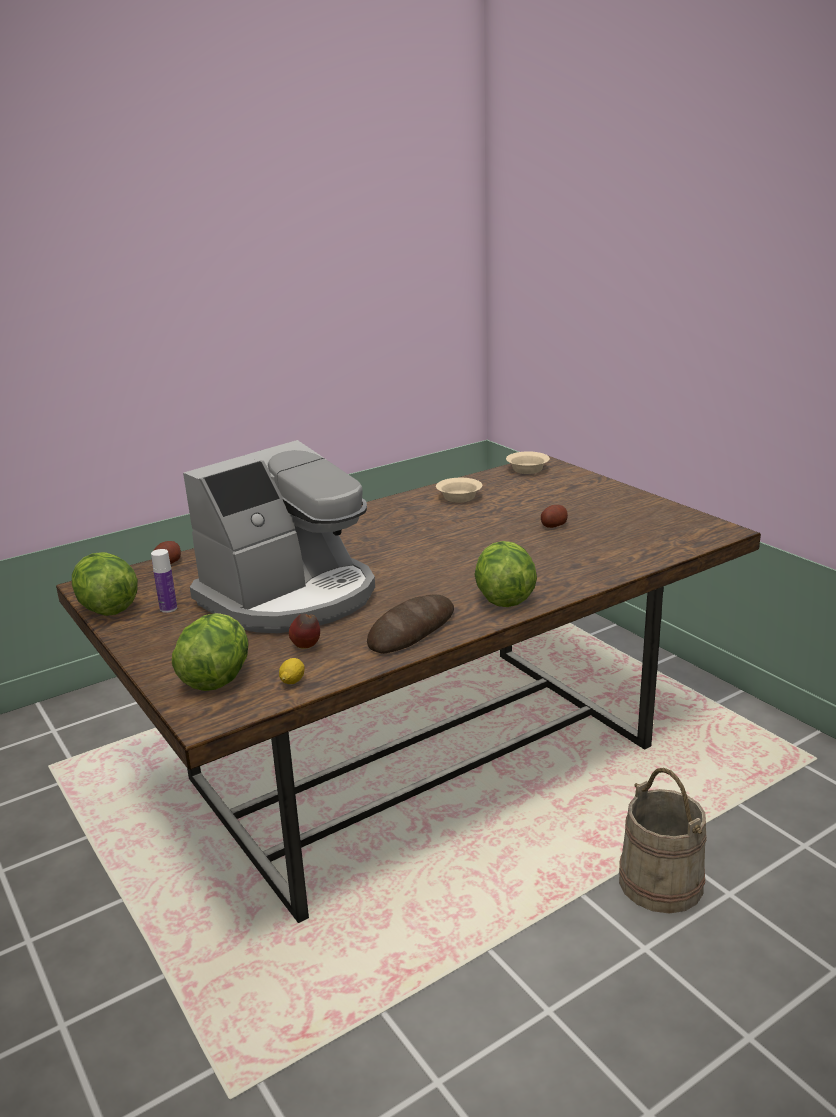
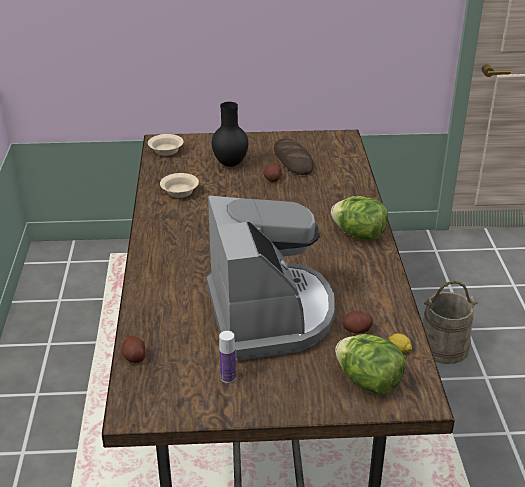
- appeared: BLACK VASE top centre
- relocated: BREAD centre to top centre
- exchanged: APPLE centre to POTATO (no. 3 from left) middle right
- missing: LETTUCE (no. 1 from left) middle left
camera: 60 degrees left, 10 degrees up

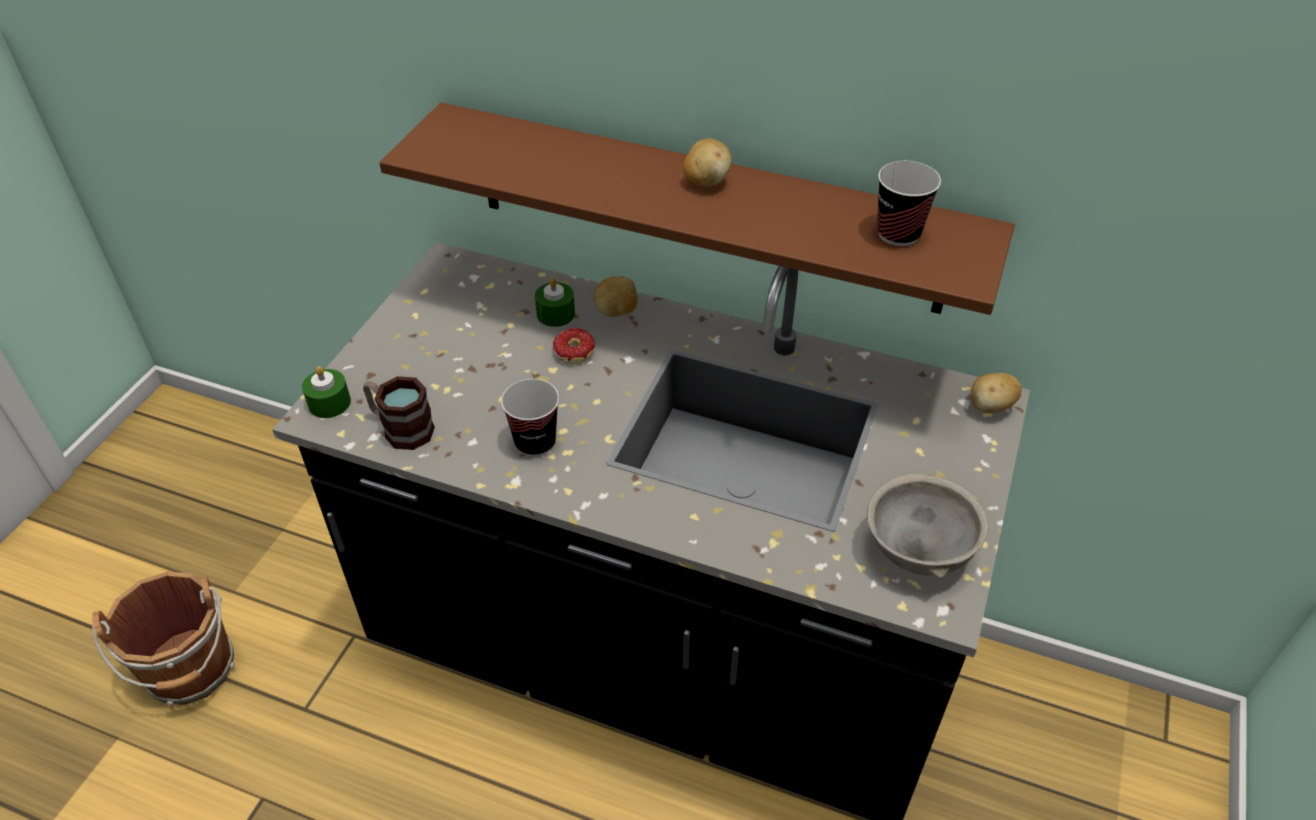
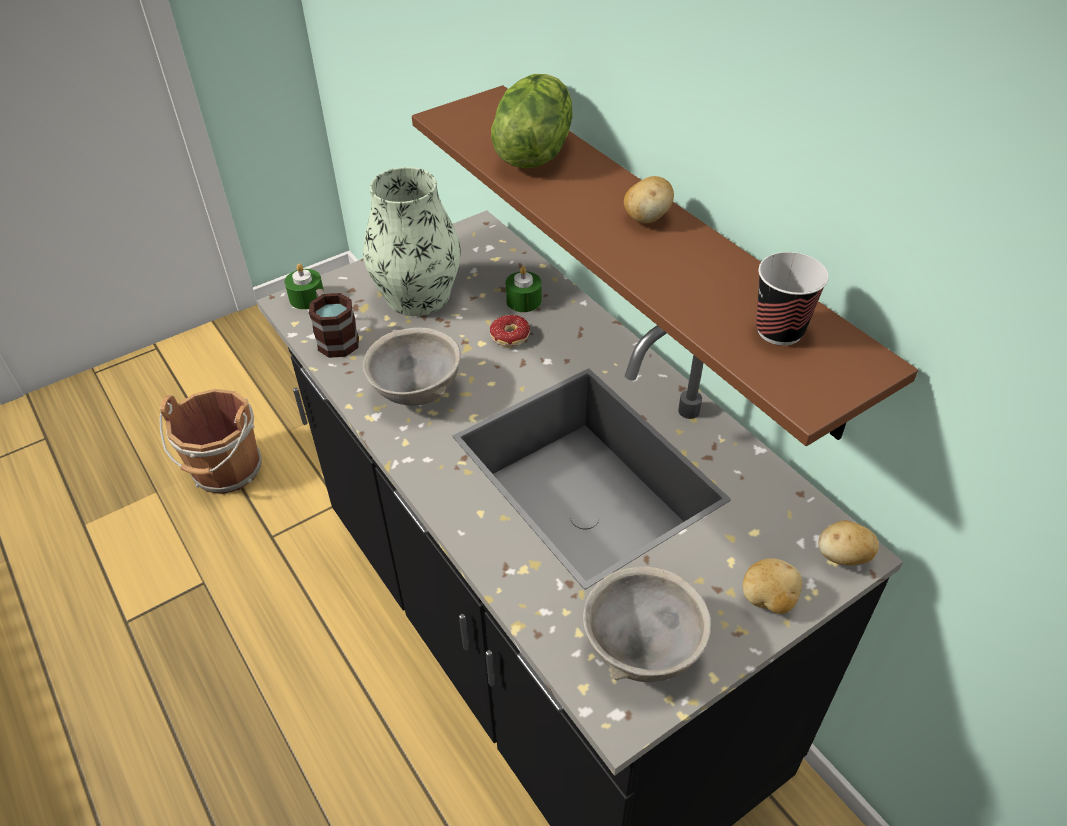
- exchanged: CUP (no. 1 from left) centre to GREY BOWL (no. 1 from left) centre
- appeared: VASE top centre
- appeared: LETTUCE top centre
- relocated: POTATO (no. 1 from left in the first image) centre to POTATO (no. 2 from left) bottom right
camera: 35 degrees right, 0 degrees up

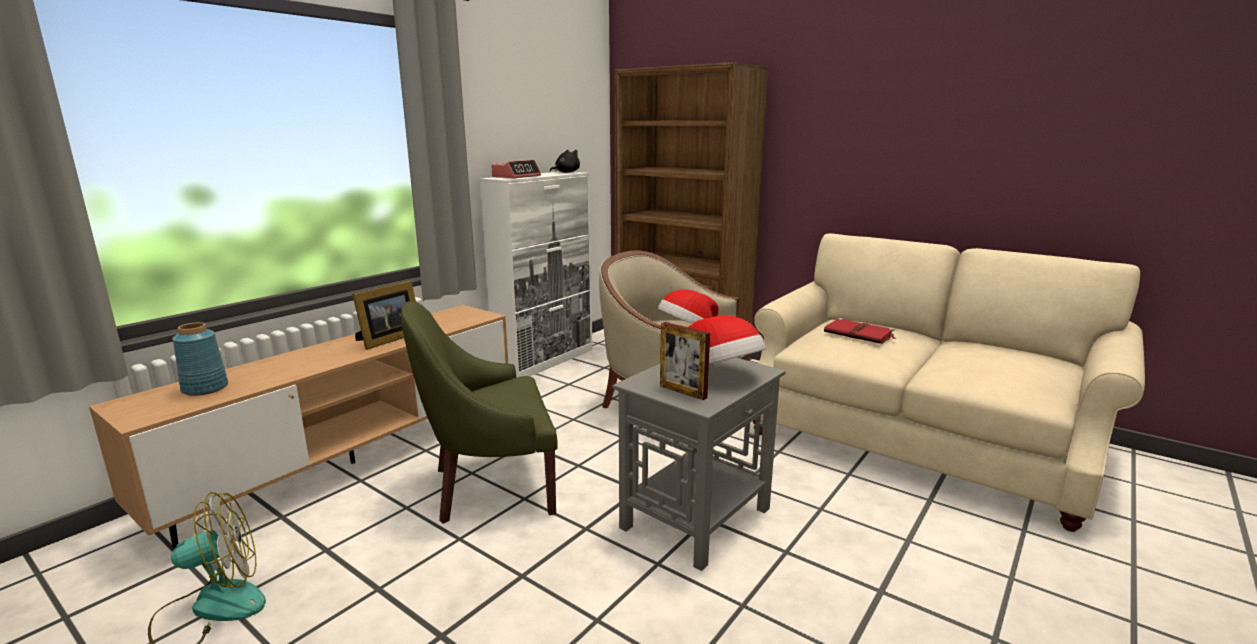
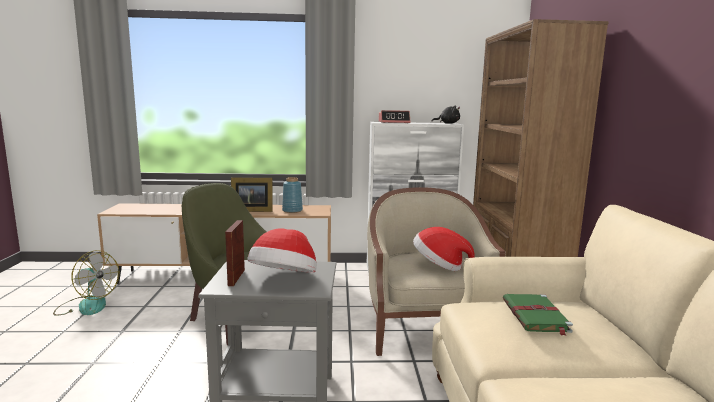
- relocated: BLUE VASE middle left to centre
- colour: RED BOOK middle right to GREEN BOOK bottom right
camera: 50 degrees right, 5 degrees down

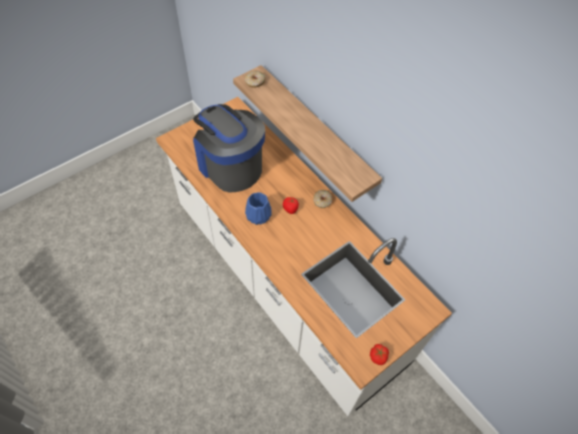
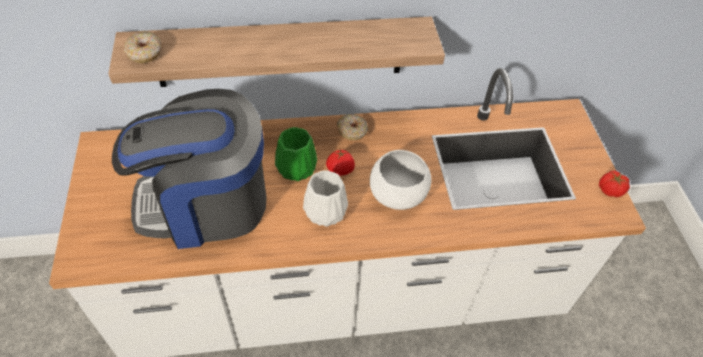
- appeared: GREEN VASE centre
- colour: BLUE VASE centre to WHITE VASE centre
- appeared: WHITE BOWL centre
camera: 60 degrees left, 5 degrees down

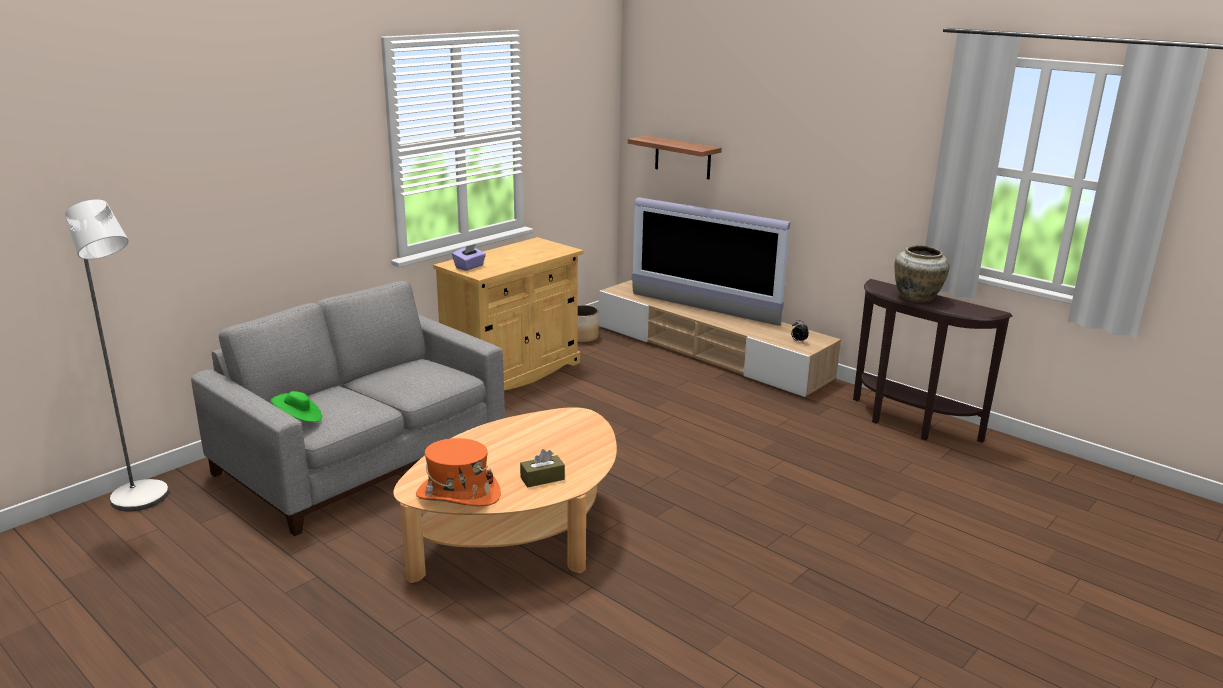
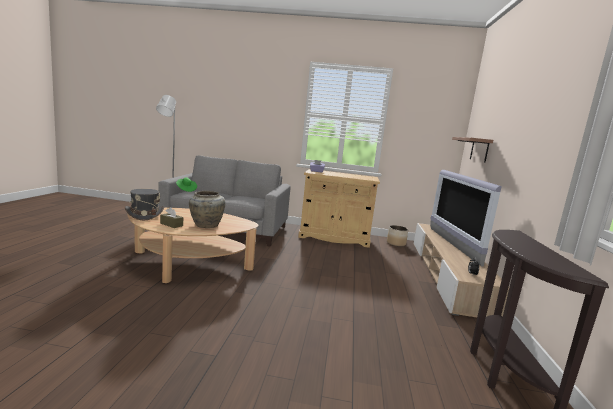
- colour: ORANGE HAT bottom centre to GREY HAT middle left
- relocated: BEIGE VASE middle right to centre
camera: 55 degrees right, 10 degrees down

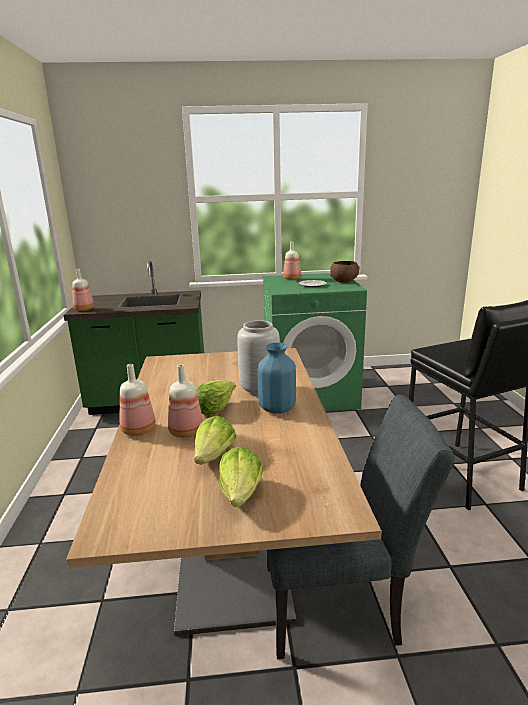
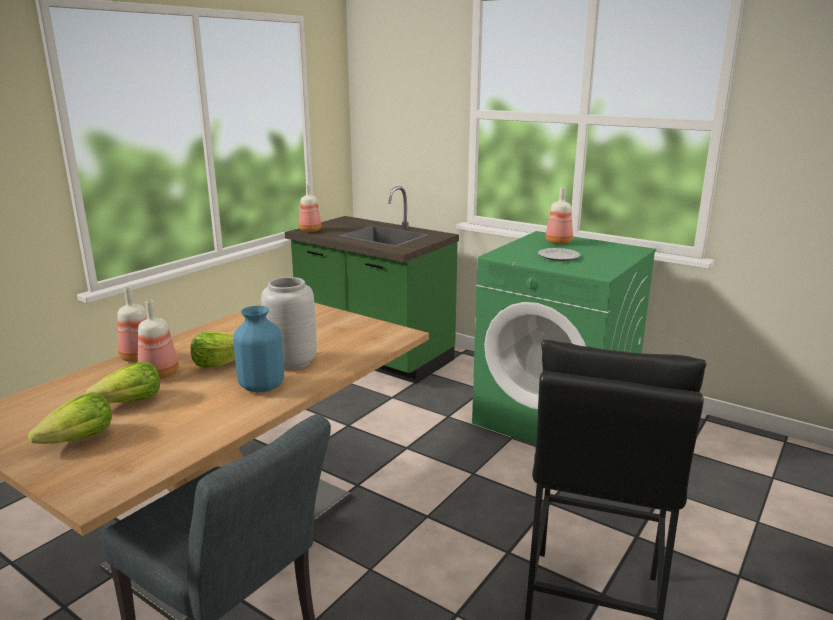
- missing: BROWN BOWL centre
camera: 40 degrees right, 0 degrees up

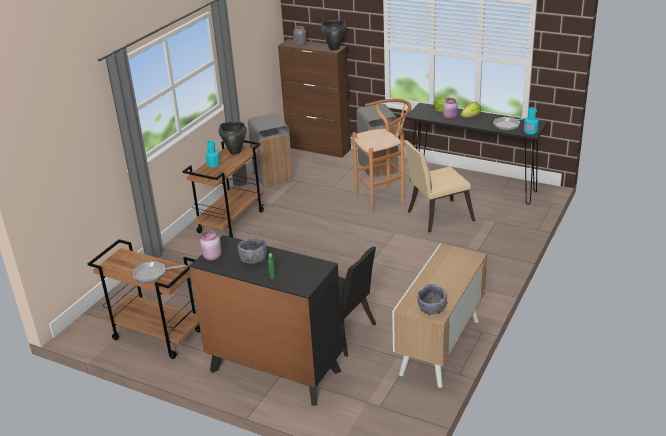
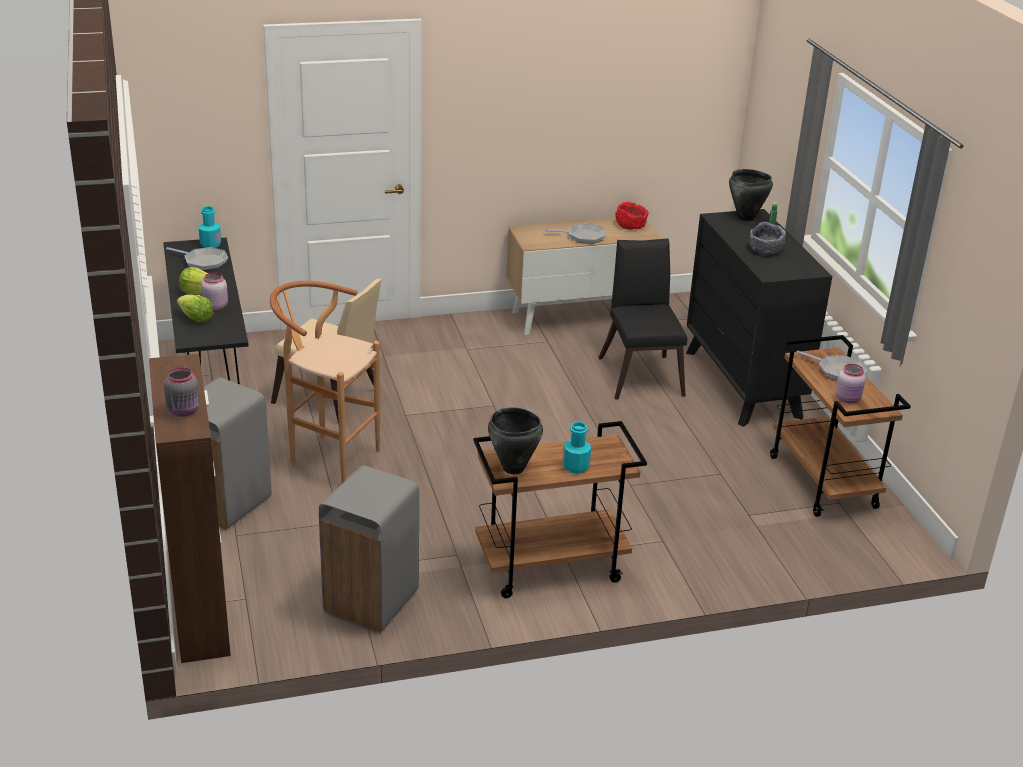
- appeared: FRYING PAN (no. 2 from left) top centre
- colour: GREY BOWL (no. 2 from left) bottom centre to RED BOWL top centre
- relocated: BLACK COOKING POT (no. 2 from left) top centre to top right
- relocated: PINK JAR (no. 1 from left in the first image) middle left to PINK JAR (no. 2 from left) middle right
camera: 135 degrees left, 0 degrees up

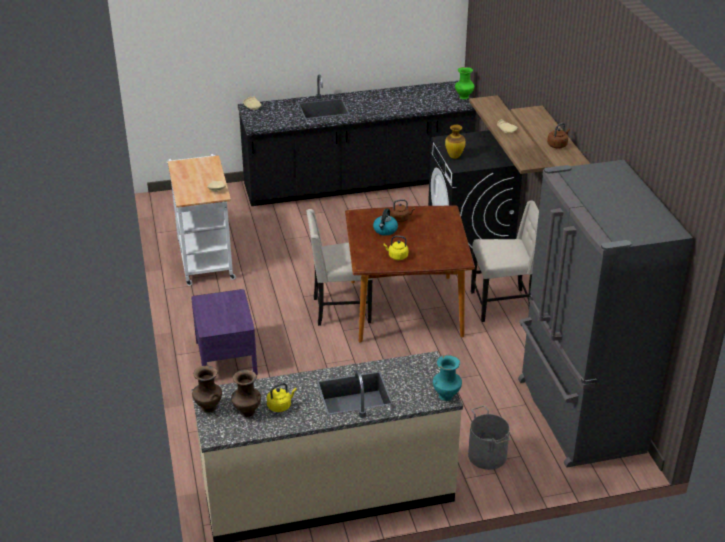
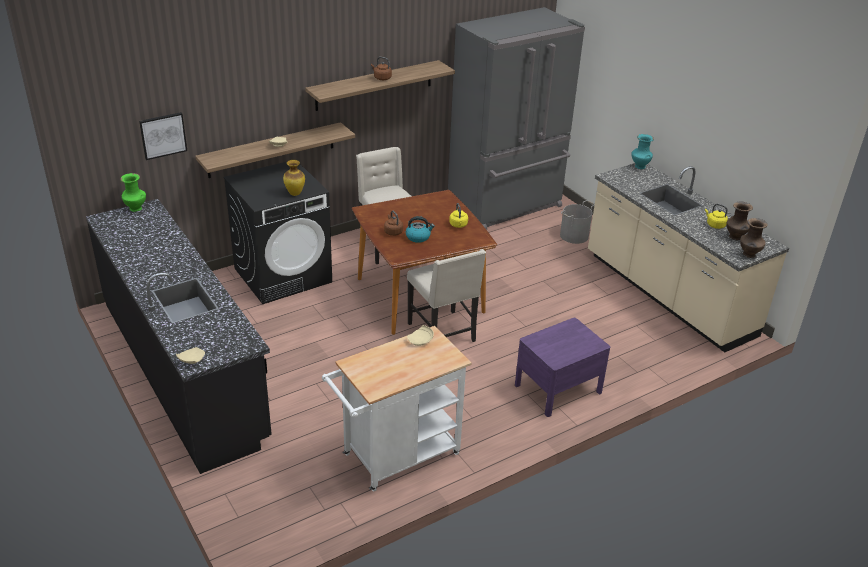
- appeared: PICTURE top left
camera: 110 degrees left, 0 degrees up

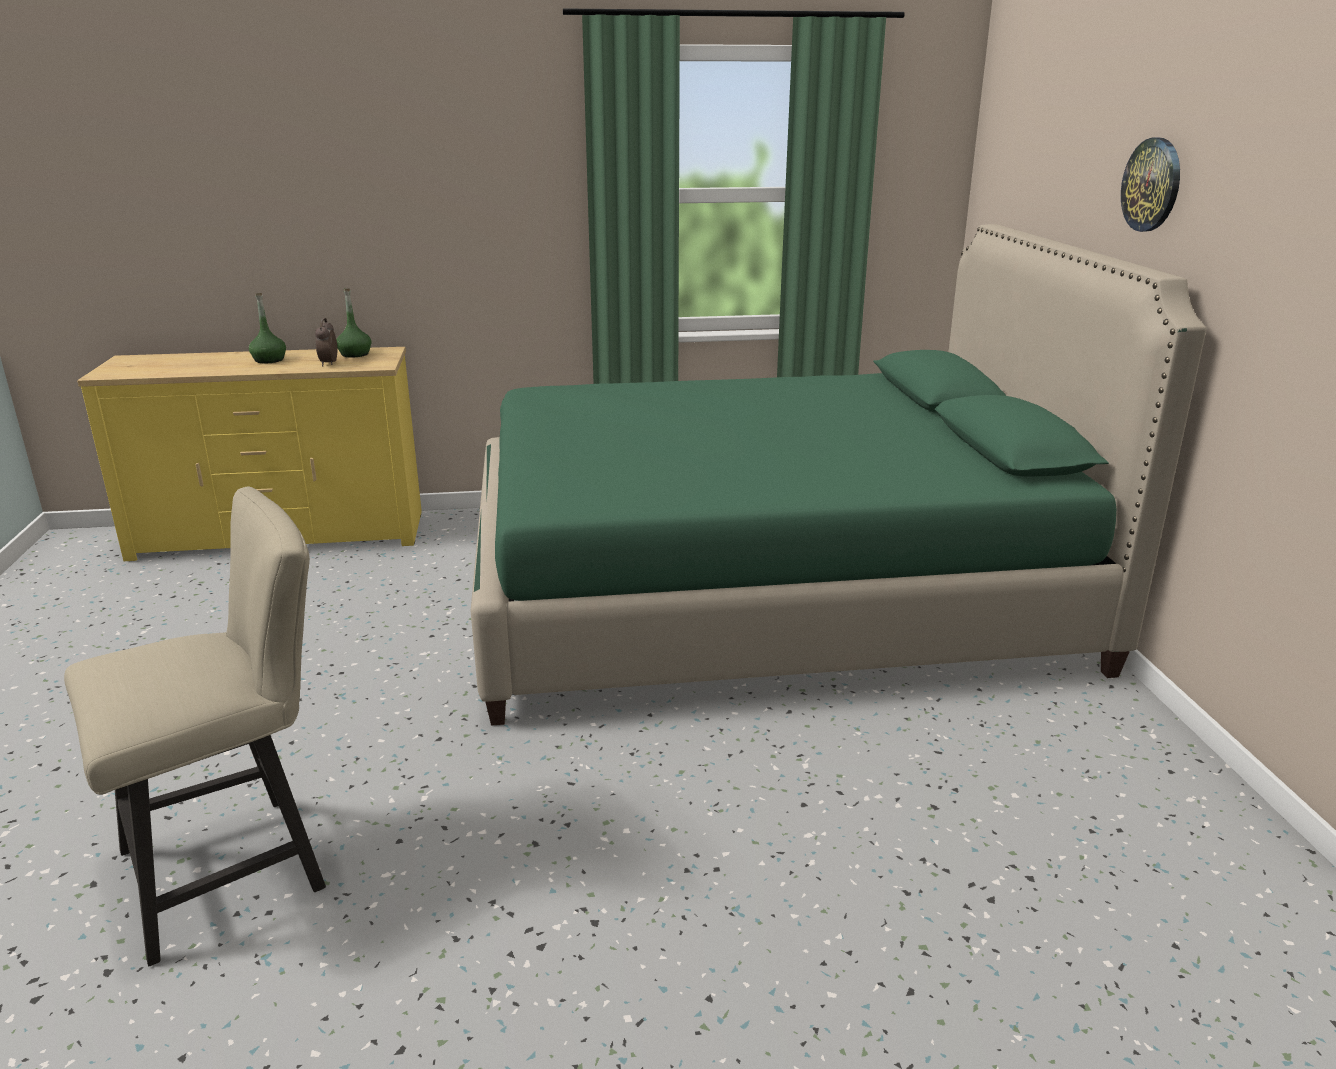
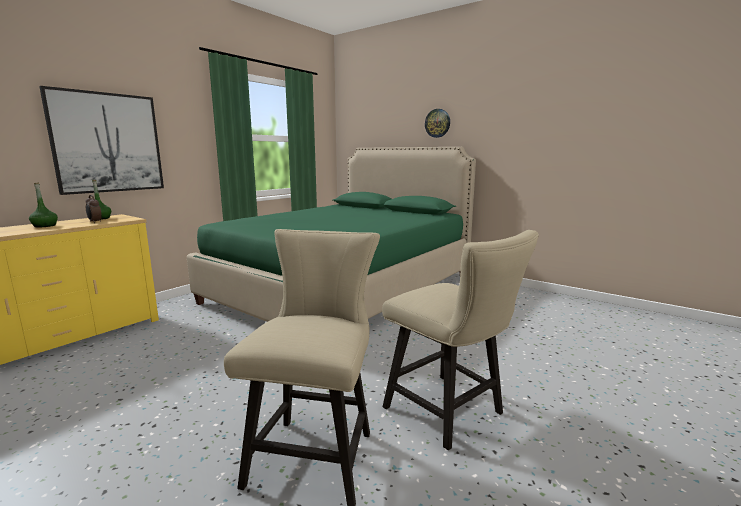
- appeared: PICTURE top left
- appeared: BEIGE CHAIR (no. 2 from left) bottom centre
camera: 45 degrees left, 10 degrees down

